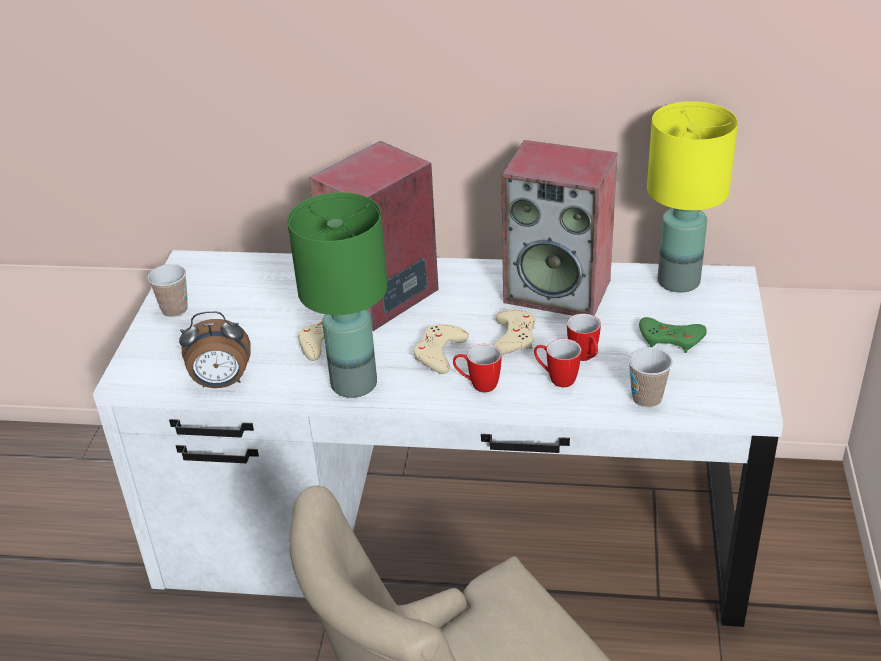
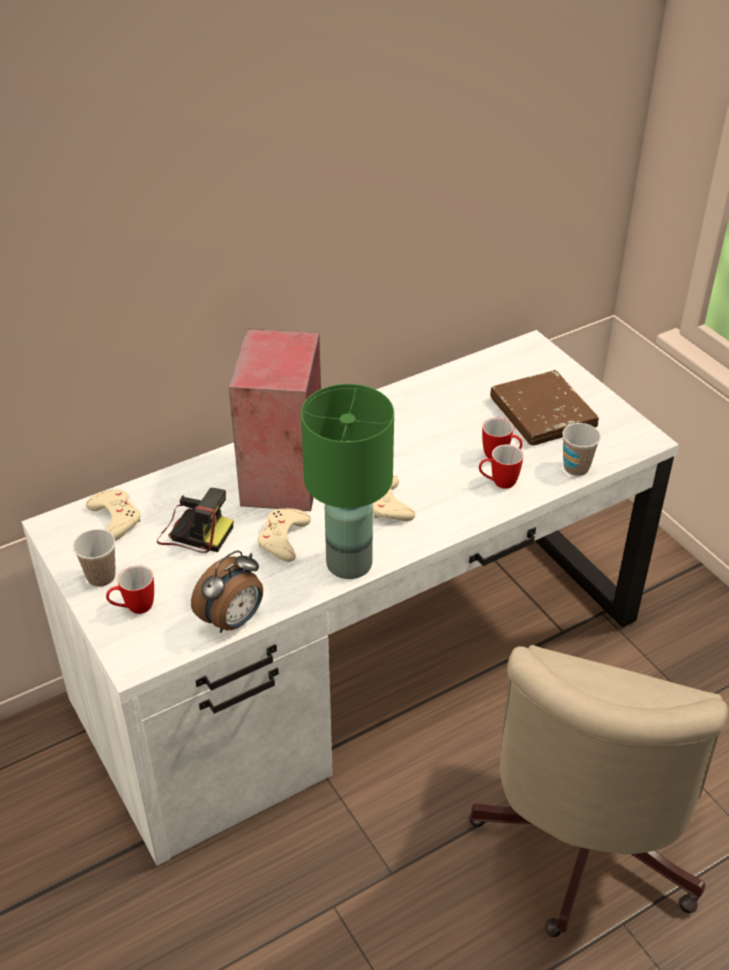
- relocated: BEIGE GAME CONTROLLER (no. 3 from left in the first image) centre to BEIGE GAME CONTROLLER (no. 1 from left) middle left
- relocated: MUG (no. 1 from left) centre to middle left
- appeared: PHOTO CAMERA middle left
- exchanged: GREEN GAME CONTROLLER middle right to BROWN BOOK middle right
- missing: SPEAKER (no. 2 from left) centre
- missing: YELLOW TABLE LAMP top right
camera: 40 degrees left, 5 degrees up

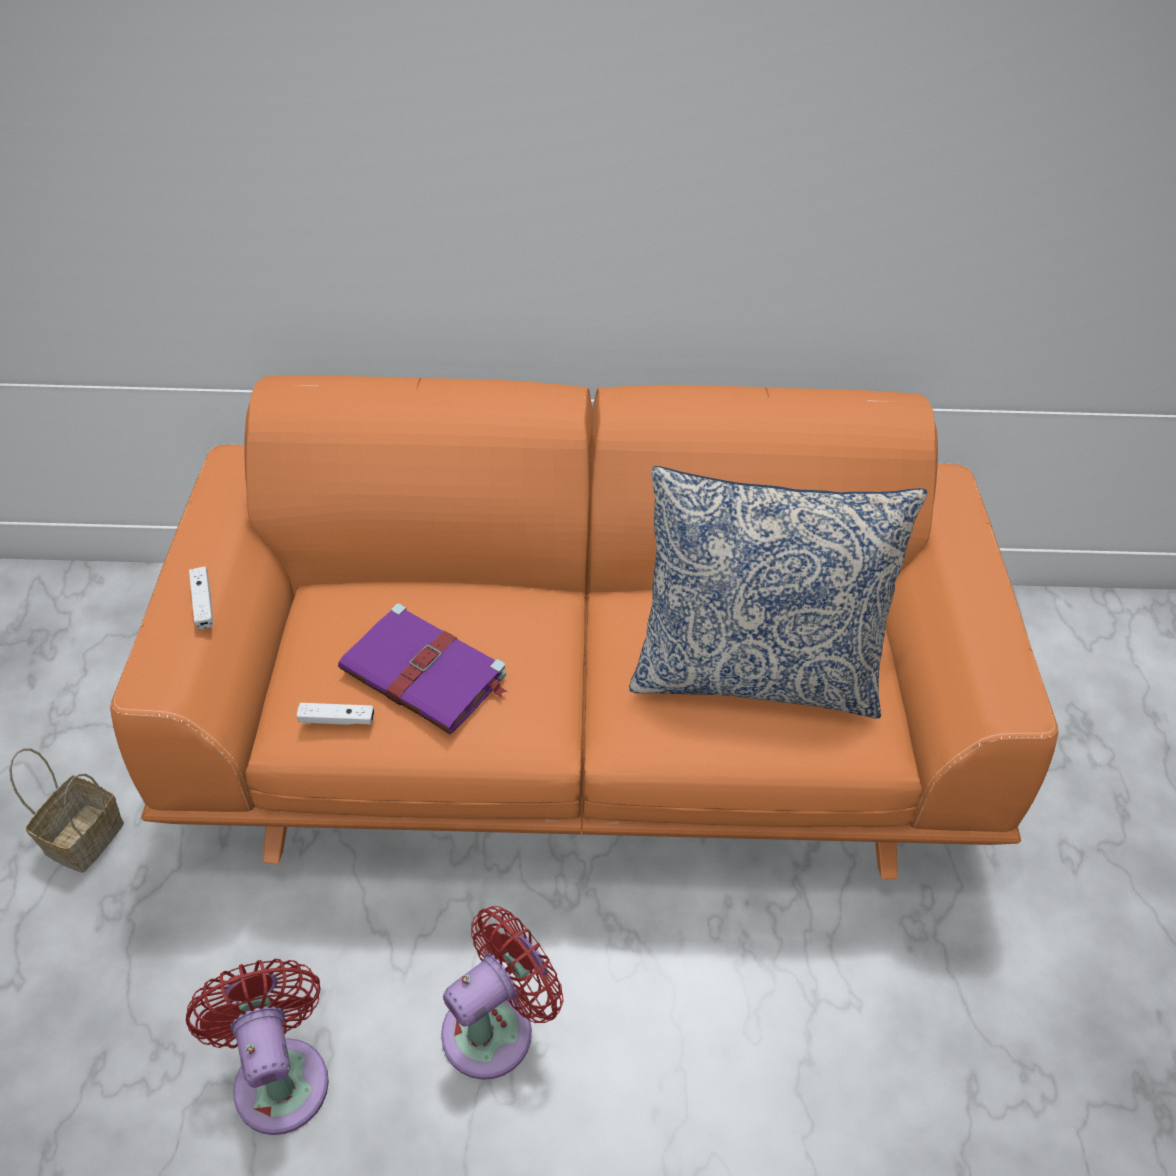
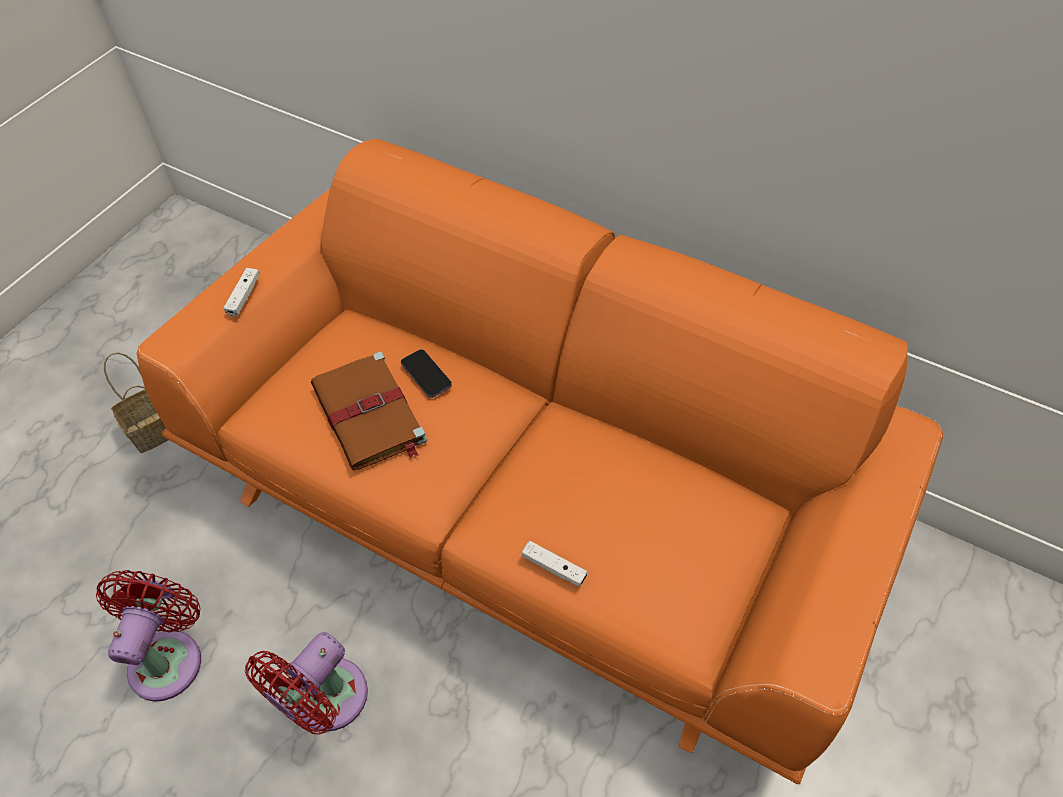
- spun: RED FAN (no. 2 from left) bottom centre = bottom left 135 degrees clockwise
- colour: PURPLE BOOK centre to BROWN BOOK centre
- appeared: PHONE centre
- relocated: WHITE GAME CONTROLLER (no. 2 from left) middle left to bottom centre
- missing: PILLOW centre
camera: 30 degrees right, 5 degrees up

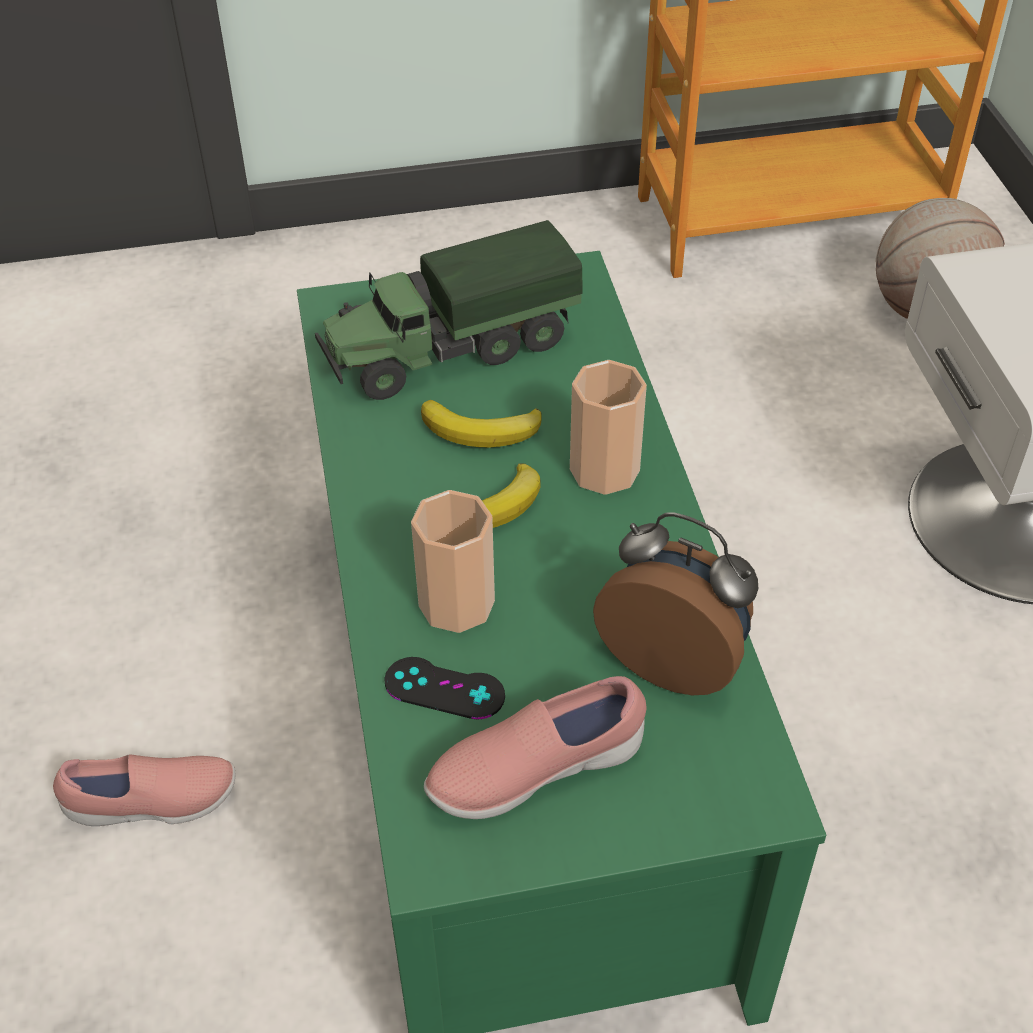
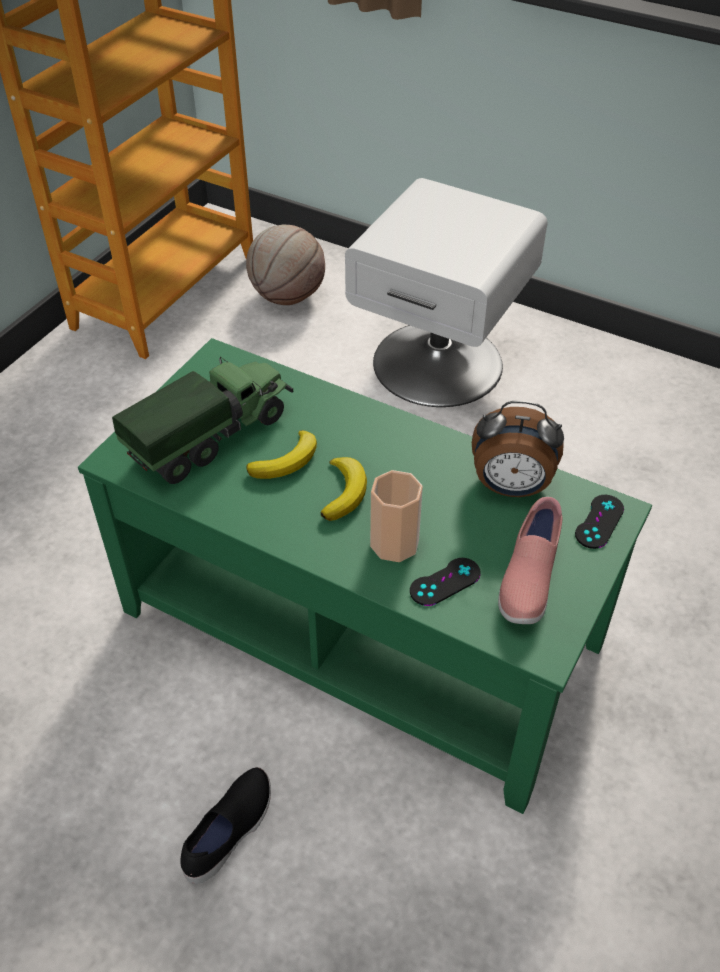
- spun: TOY TRUCK top centre = middle left 150 degrees counterclockwise
- colour: PINK SHOE (no. 1 from left) bottom left to BLACK SHOE bottom left
- spun: ALARM CLOCK centre = middle right 150 degrees counterclockwise
- appeared: BLACK GAME CONTROLLER (no. 2 from left) middle right
- missing: CUP (no. 2 from left) centre
camera: 50 degrees left, 0 degrees up

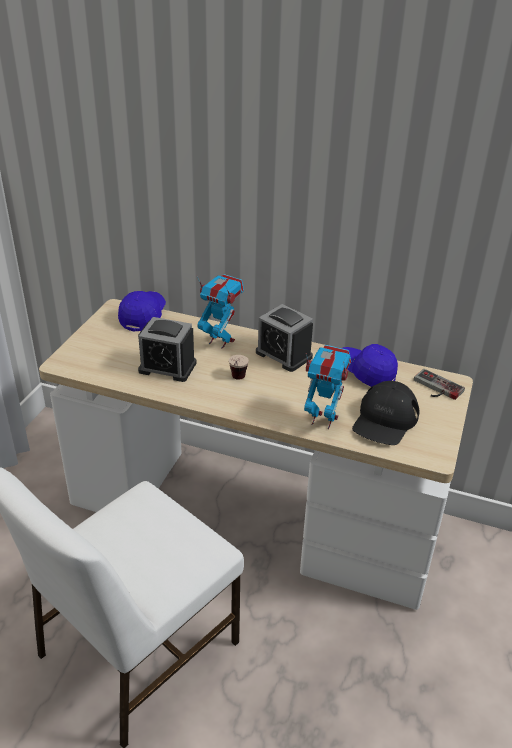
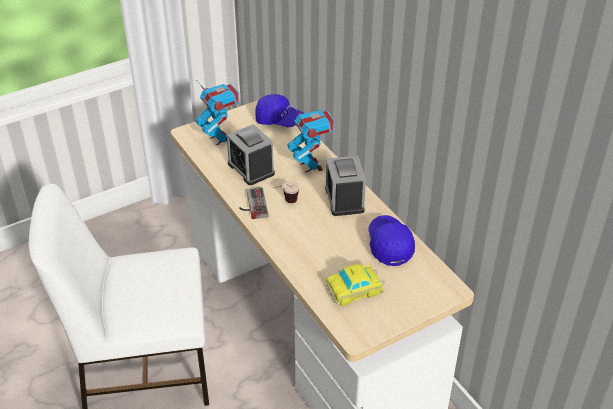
- relocated: TOY ROBOT (no. 2 from left in the first image) centre to TOY ROBOT (no. 1 from left) top centre
- relocated: GAME CONTROLLER middle right to centre
- spun: BLUE CAP (no. 1 from left) middle left = top centre 60 degrees clockwise
- exchanged: BLACK CAP middle right to TOY CAR bottom centre
camera: 40 degrees right, 5 degrees up

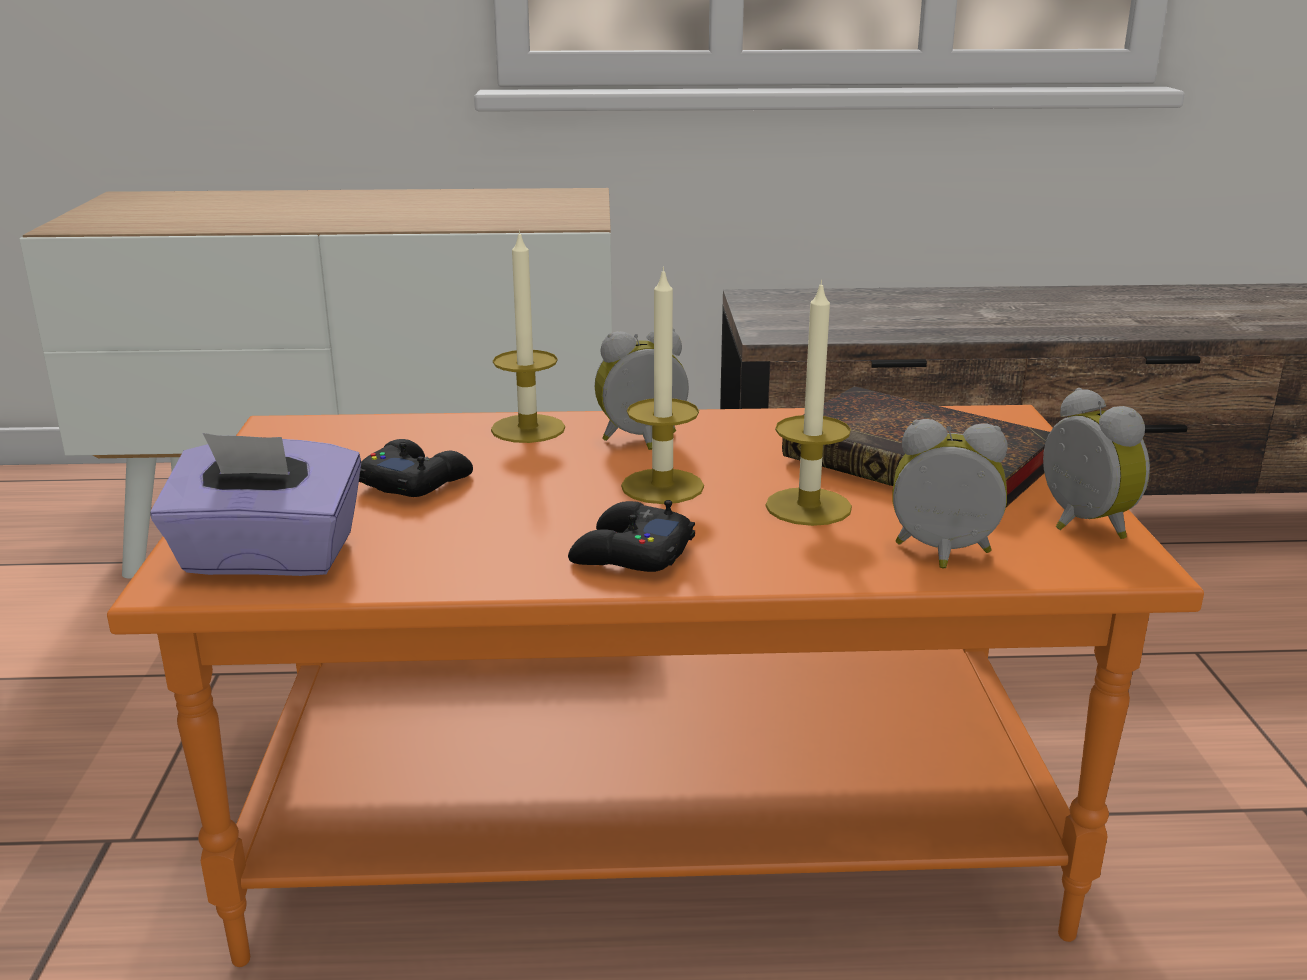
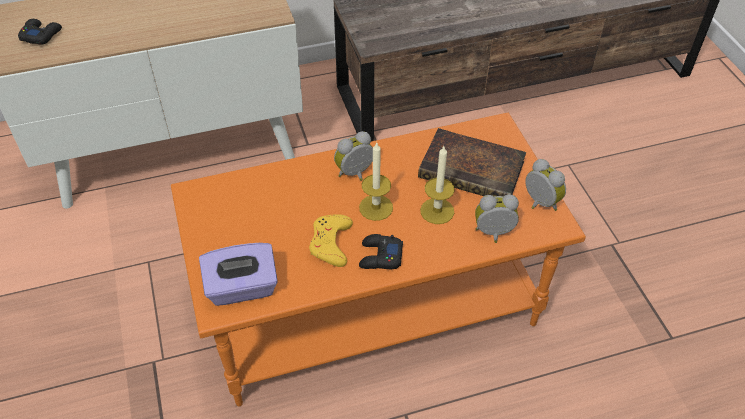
- relocated: BLACK GAME CONTROLLER (no. 1 from left) middle left to top left
- appeared: YELLOW GAME CONTROLLER centre
- missing: CANDLE (no. 1 from left) centre
camera: 15 degrees left, 25 degrees up

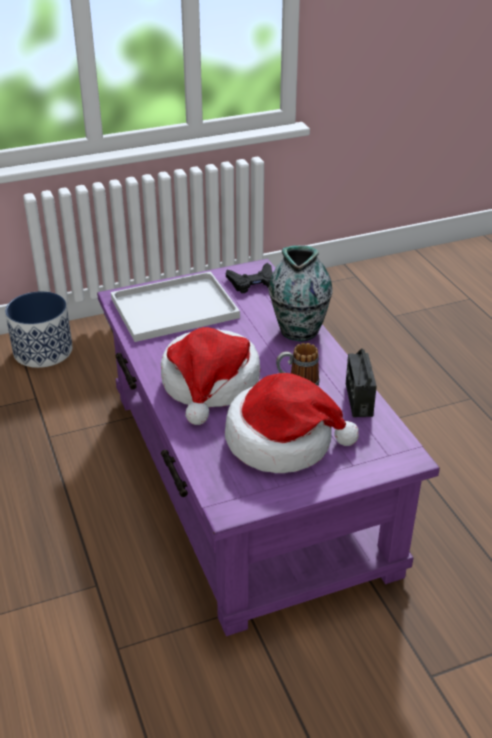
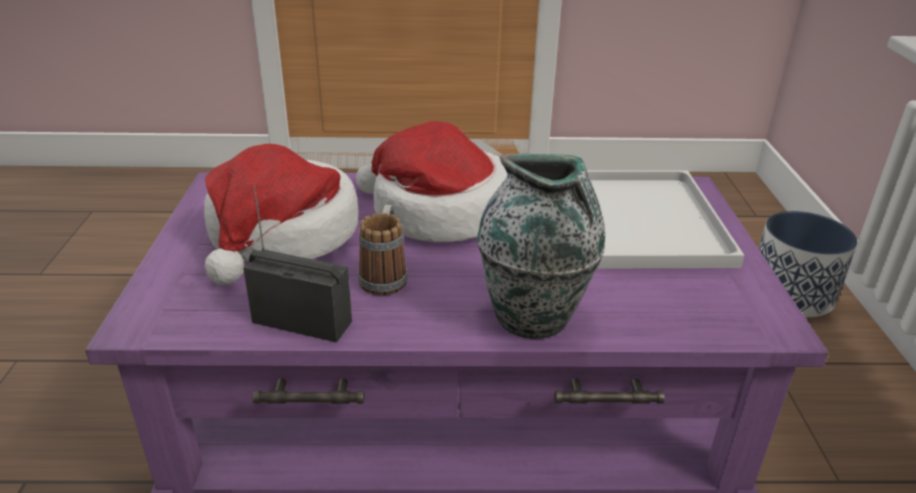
- missing: BLACK GAME CONTROLLER centre
camera: 110 degrees right, 5 degrees down

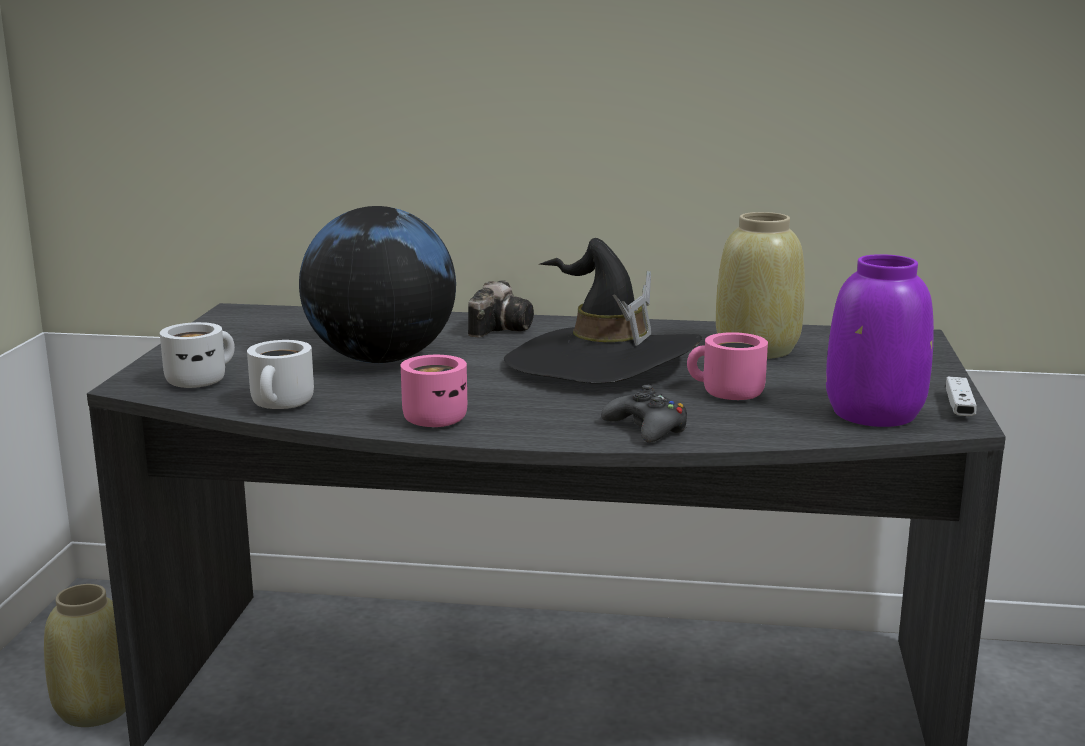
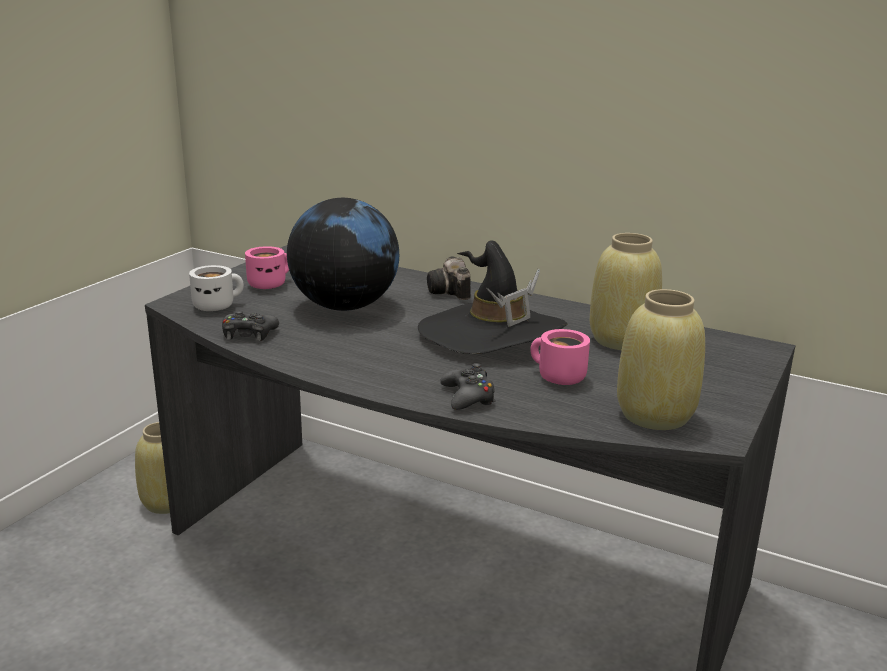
- exchanged: WHITE MUG (no. 2 from left) middle left to BLACK GAME CONTROLLER (no. 1 from left) middle left
- relocated: PINK MUG (no. 1 from left) centre to middle left
- spun: PHOTO CAMERA centre = centre 120 degrees clockwise
- colour: PURPLE VASE middle right to BEIGE VASE (no. 3 from left) middle right
- missing: WHITE GAME CONTROLLER middle right
camera: 20 degrees right, 5 degrees up

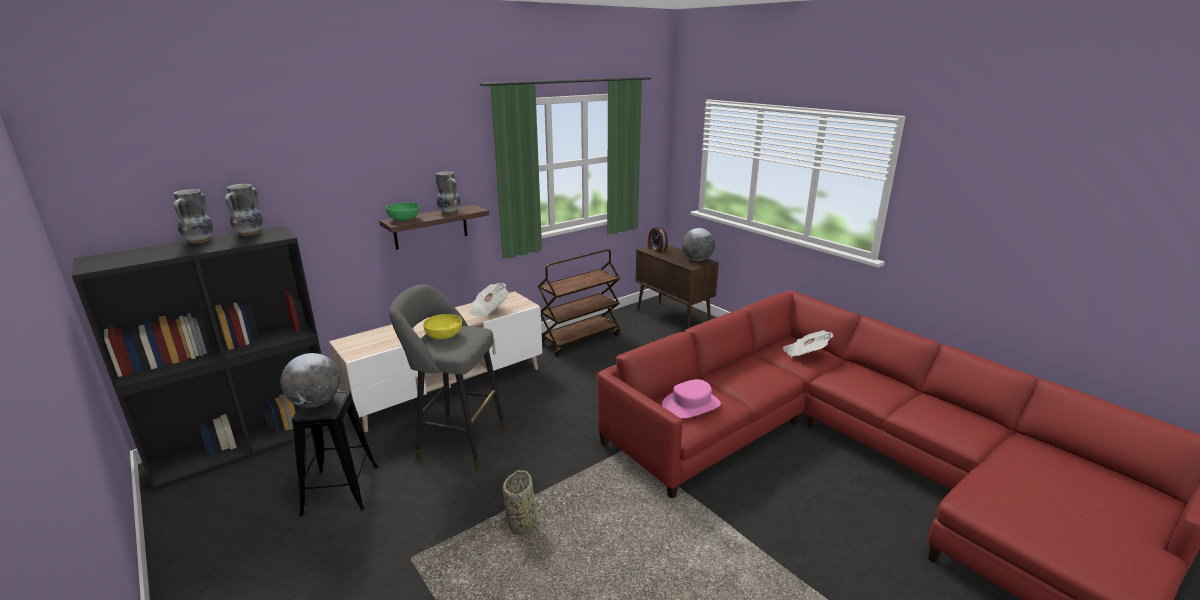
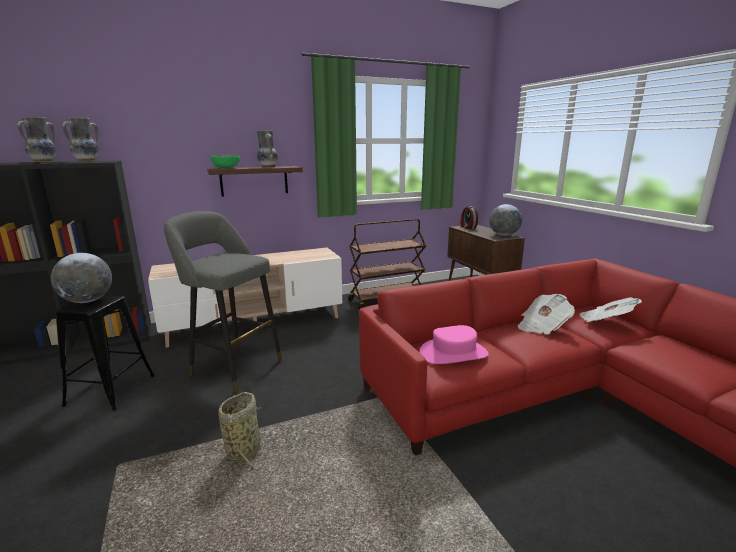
- relocated: NEWSPAPER (no. 1 from left) centre to middle right
- missing: YELLOW BOWL centre
camera: 15 degrees right, 5 degrees down

